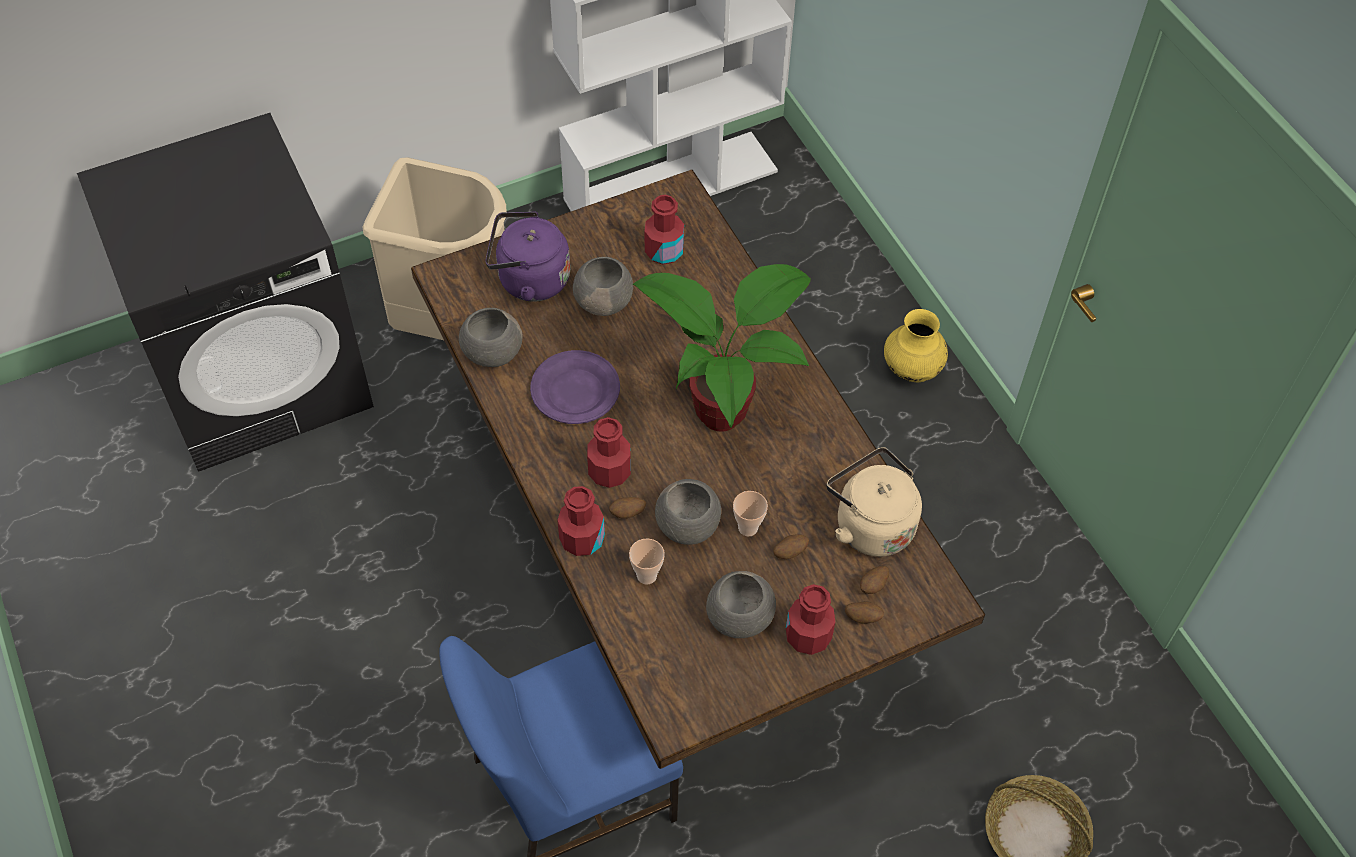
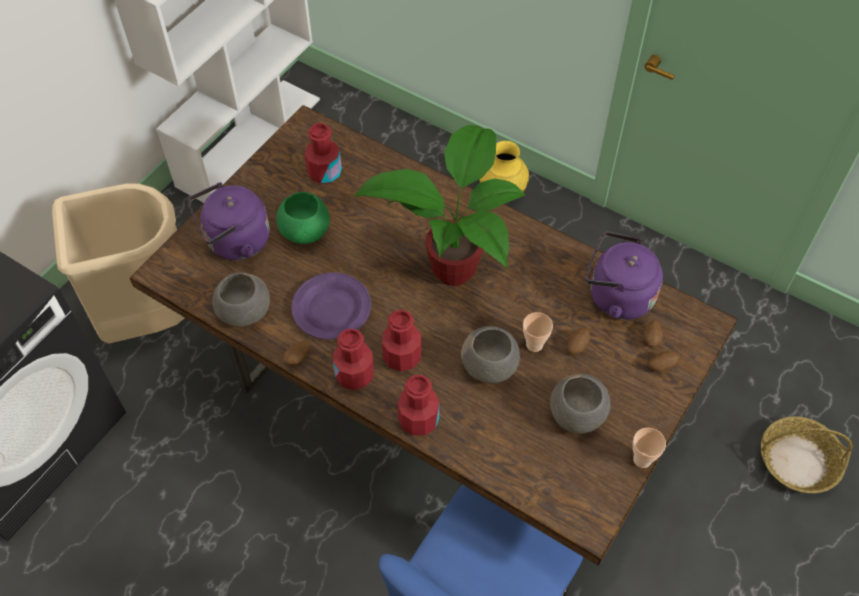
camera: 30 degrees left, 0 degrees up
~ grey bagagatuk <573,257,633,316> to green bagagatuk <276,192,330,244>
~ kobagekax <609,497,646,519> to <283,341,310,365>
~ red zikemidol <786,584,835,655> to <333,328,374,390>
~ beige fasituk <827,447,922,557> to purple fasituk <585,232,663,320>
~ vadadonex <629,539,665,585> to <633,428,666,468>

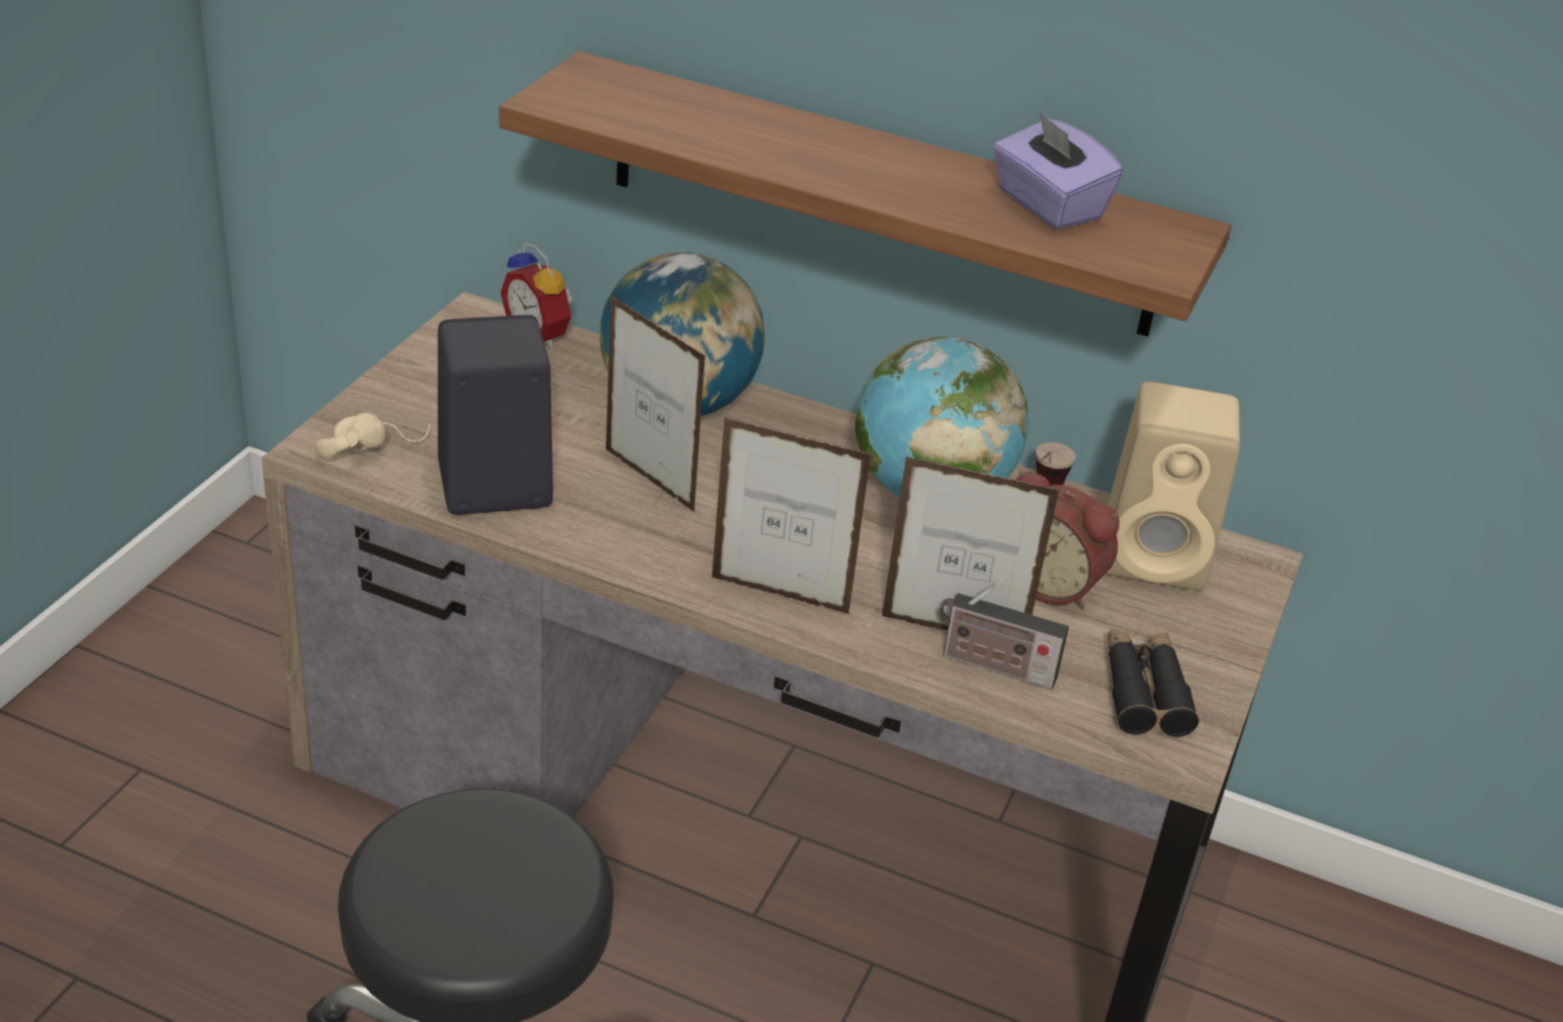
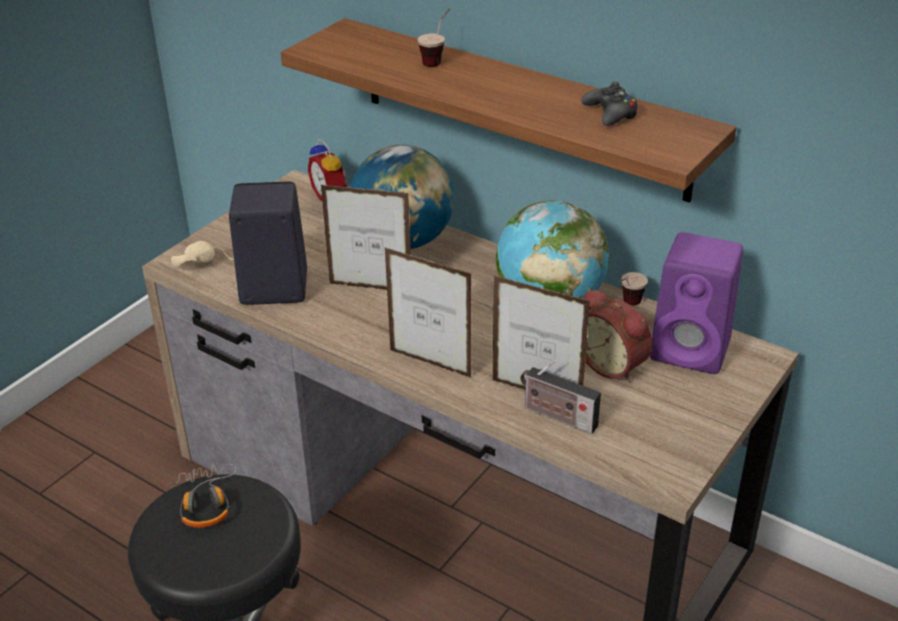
camera: 15 degrees right, 0 degrees up
+ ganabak <168,464,236,528>
~ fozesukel <606,295,705,513> = <321,185,411,290> 135 degrees clockwise
+ vadadonex <418,9,450,67>
~ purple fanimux <993,111,1123,229> to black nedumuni <581,82,638,126>
~ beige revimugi <1106,382,1240,590> to purple revimugi <650,232,743,374>
- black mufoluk <1108,629,1199,737>

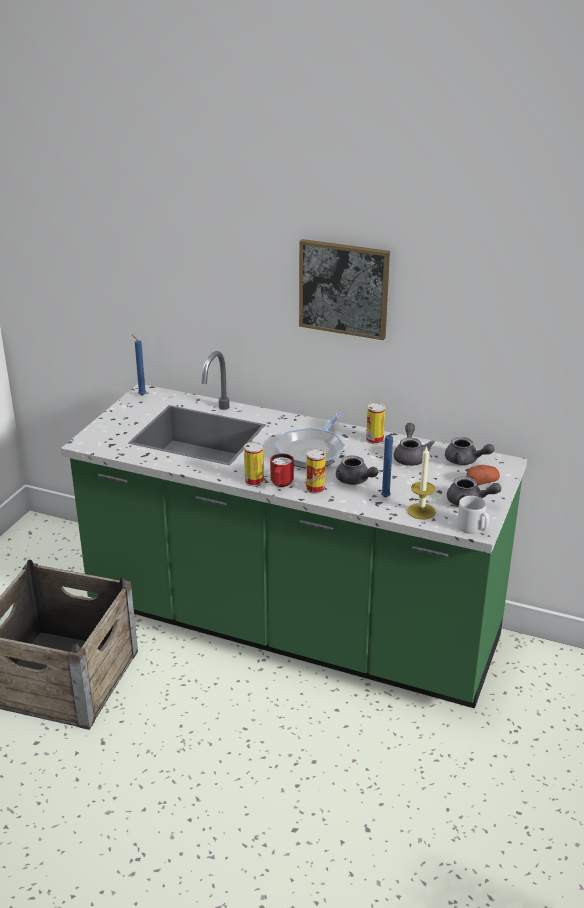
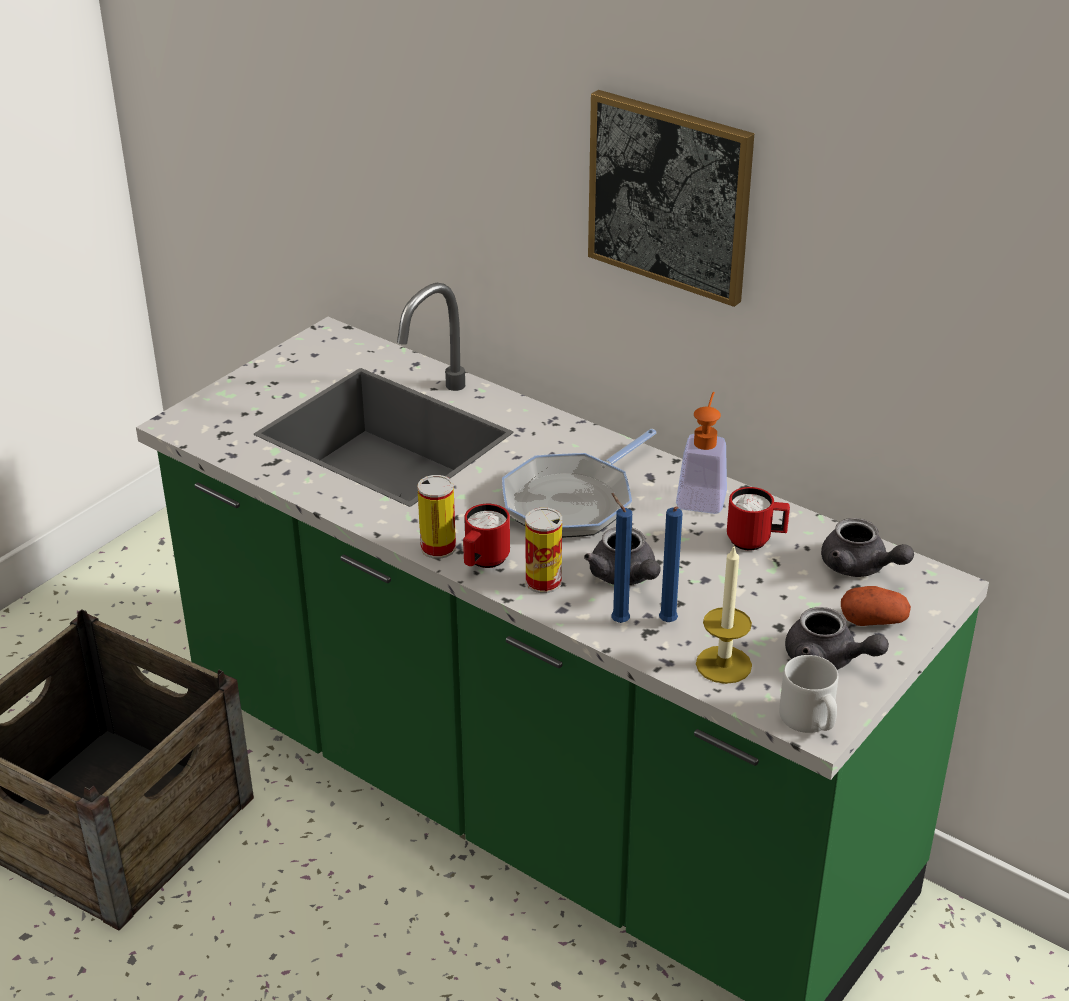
camera: 15 degrees right, 5 degrees up
~ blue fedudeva <131,334,146,396> to <611,493,632,623>
~ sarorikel <366,403,385,445> to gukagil <676,392,727,514>
~ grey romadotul <394,423,434,466> to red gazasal <727,487,790,551>

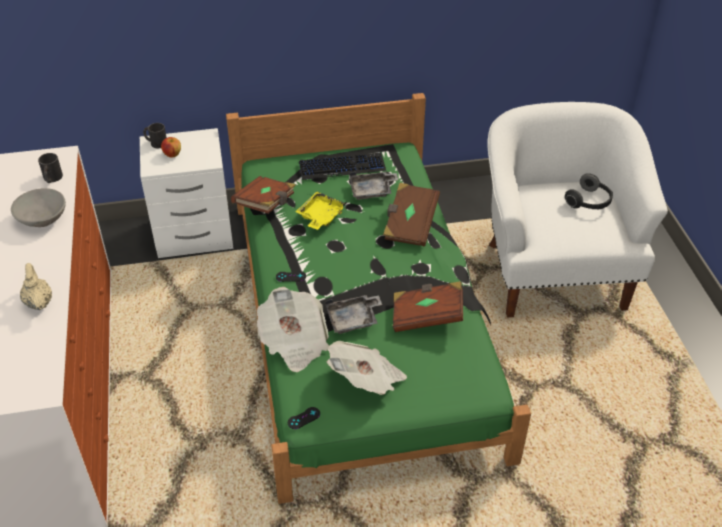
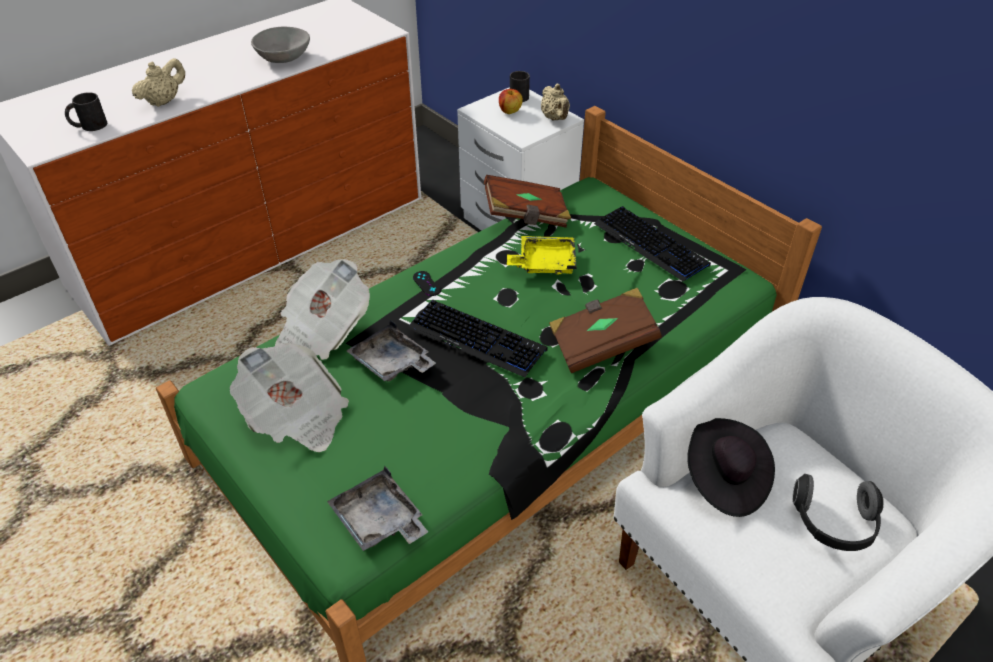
camera: 60 degrees right, 0 degrees up
~ black gazasal <38,153,63,183> to <65,92,107,131>
~ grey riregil <349,172,398,200> to <327,466,428,551>
+ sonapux <408,300,548,378>
+ beige romadotul <541,84,570,120>
+ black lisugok <687,418,775,517>
- black nedumuni <288,407,320,429>
- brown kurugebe <393,281,463,332>

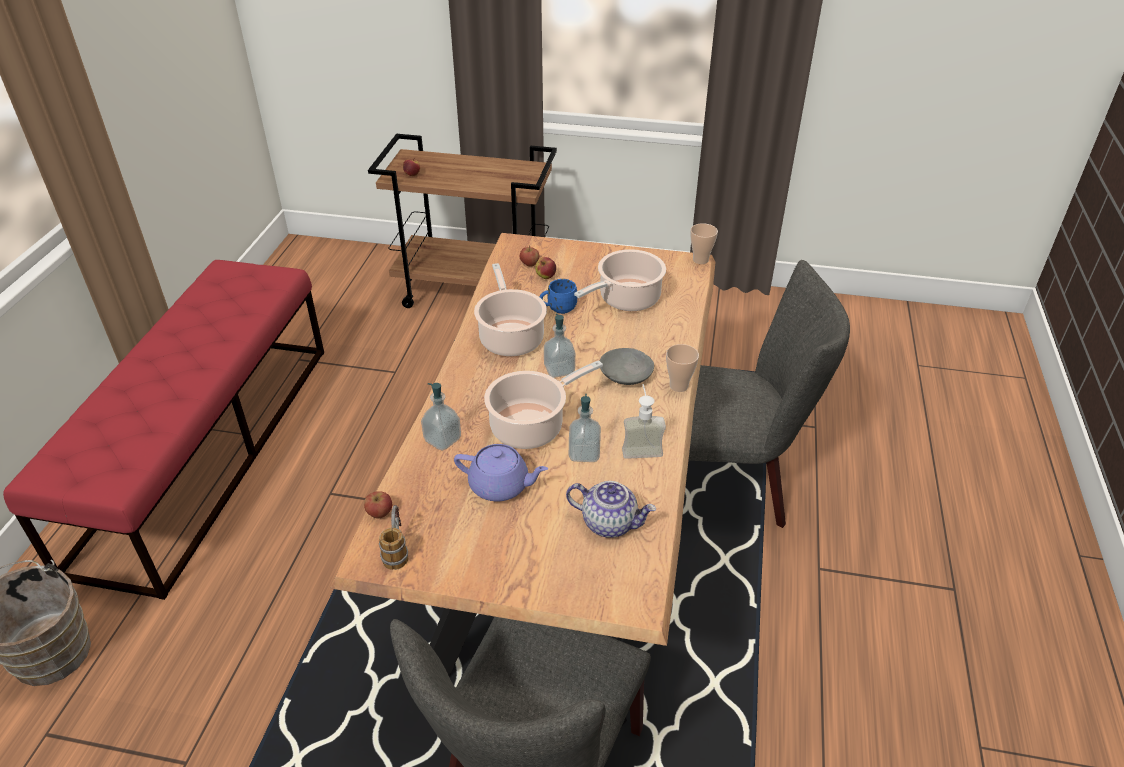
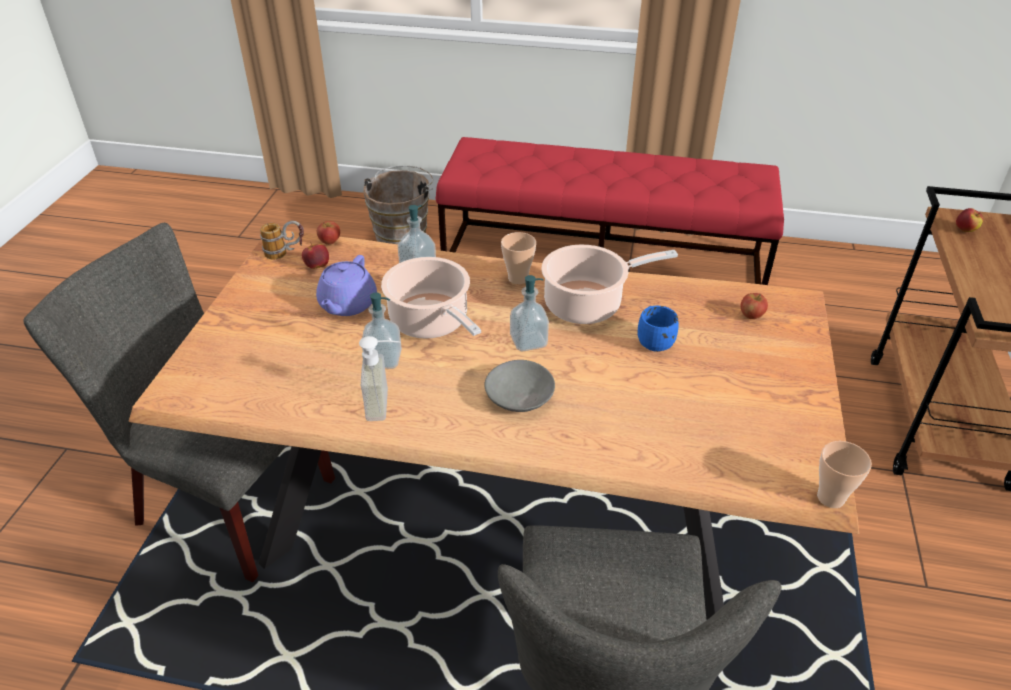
camera: 90 degrees right, 0 degrees up
~ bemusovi <535,257,556,279> to <302,242,329,269>
~ vadadonex <666,344,699,392> to <501,232,536,284>
- romadotul <566,481,656,538>
- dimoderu <574,249,666,311>

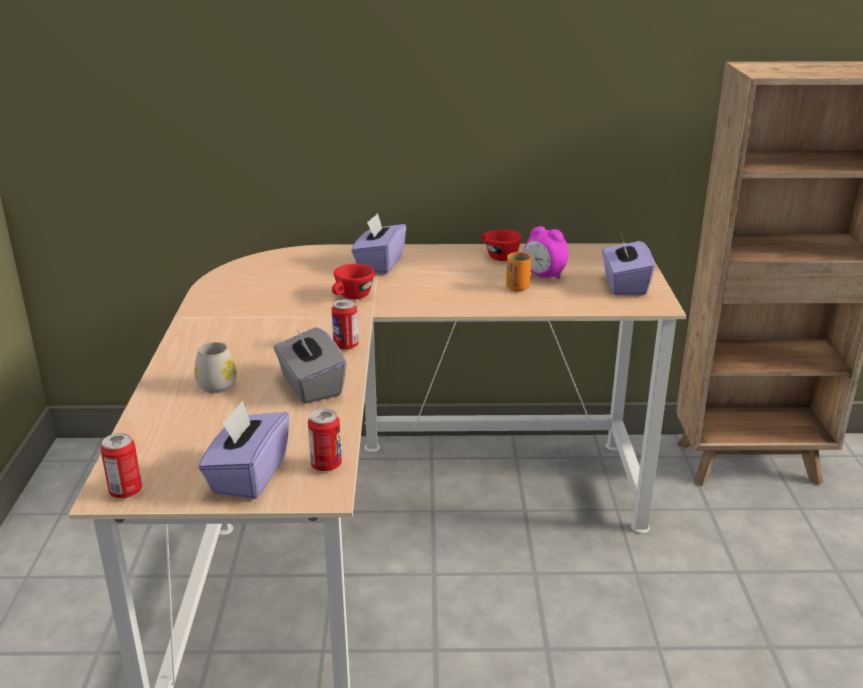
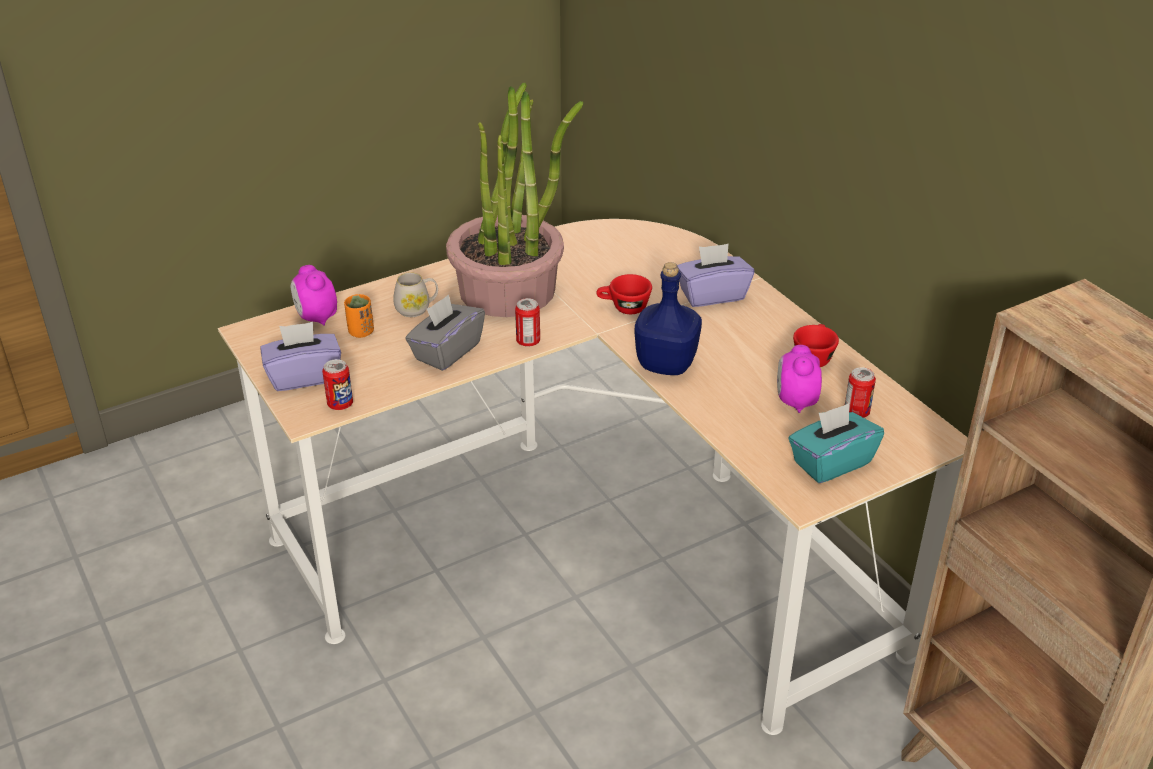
camera: 60 degrees right, 10 degrees up
+ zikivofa <291,265,337,326>
~ orange vadadonex <506,252,531,292> to <344,294,374,338>
+ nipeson <446,83,583,317>
+ blue zikemidol <634,262,702,375>
~ purple fanimux <602,234,654,295> to turquoise fanimux <789,403,884,483>
~ sarorikel <100,433,142,498> to <845,367,876,418>

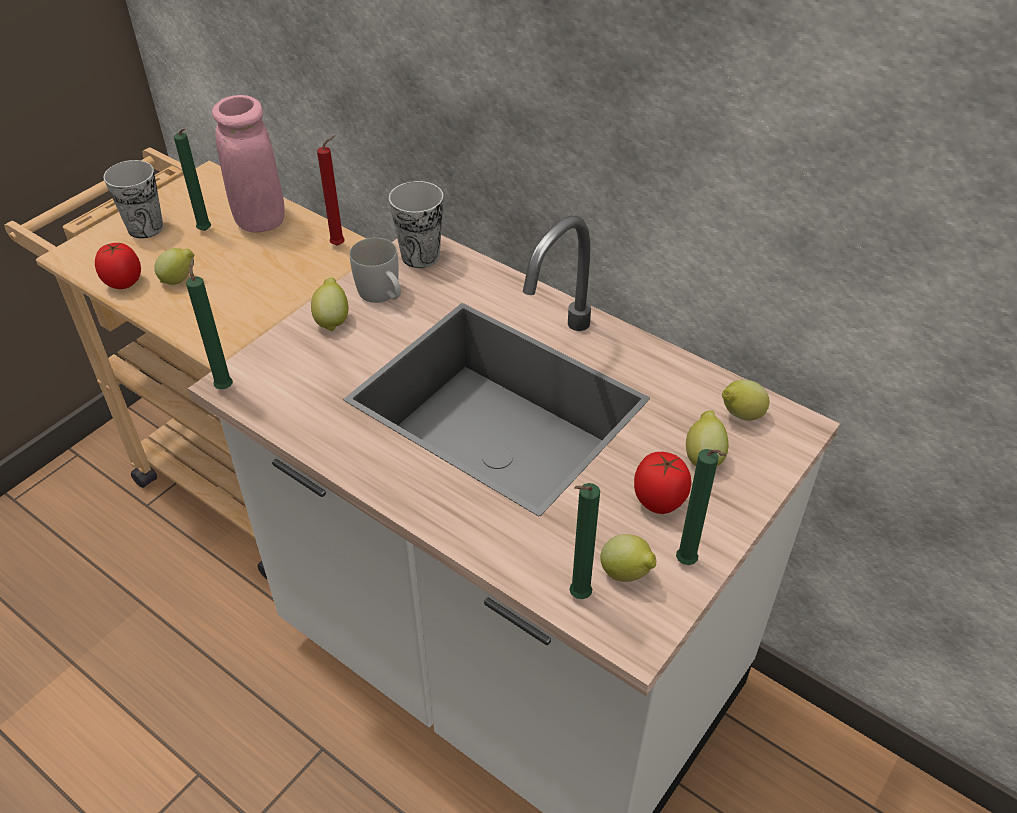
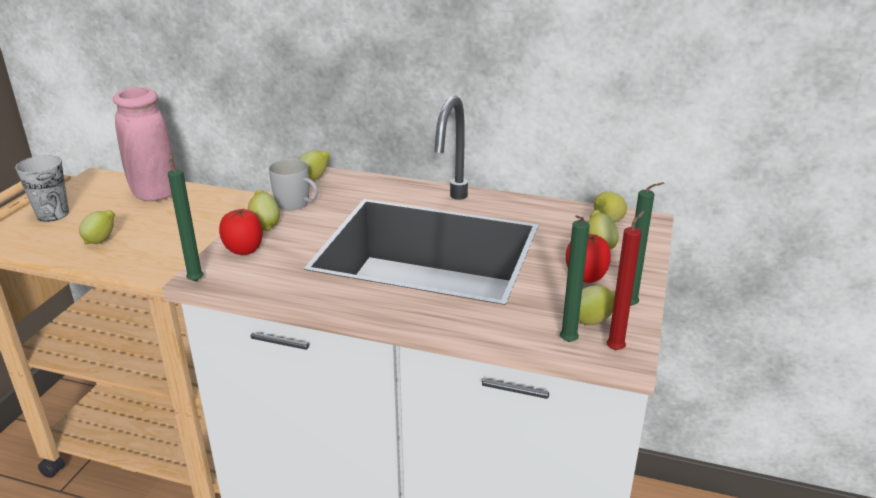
camera: 20 degrees left, 15 degrees down
~ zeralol <95,243,141,289> to <219,208,263,255>
~ vadadonex <389,181,444,268> to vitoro <299,150,330,181>
~ red fedudeva <317,135,345,246> to <607,210,645,350>
- green fedudeva <174,128,211,231>

